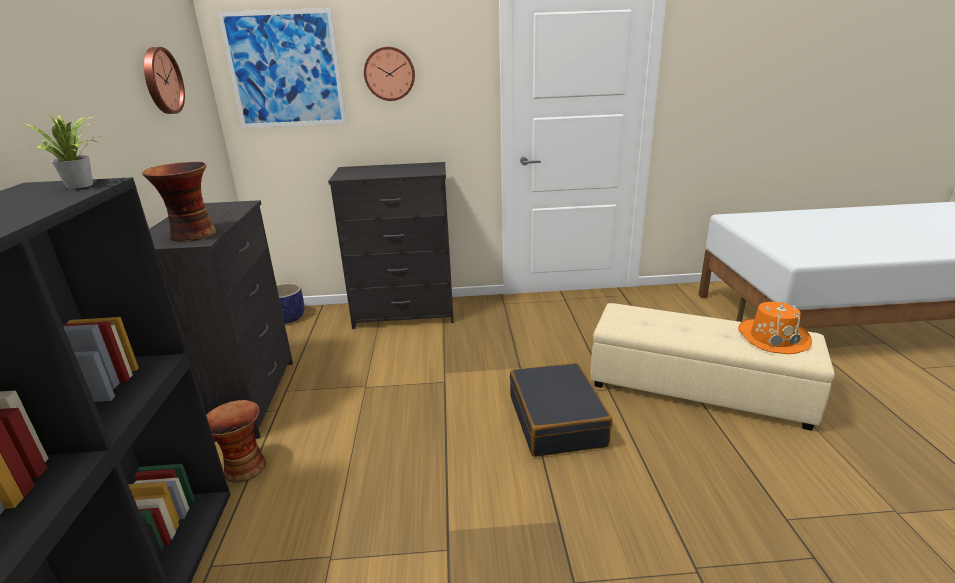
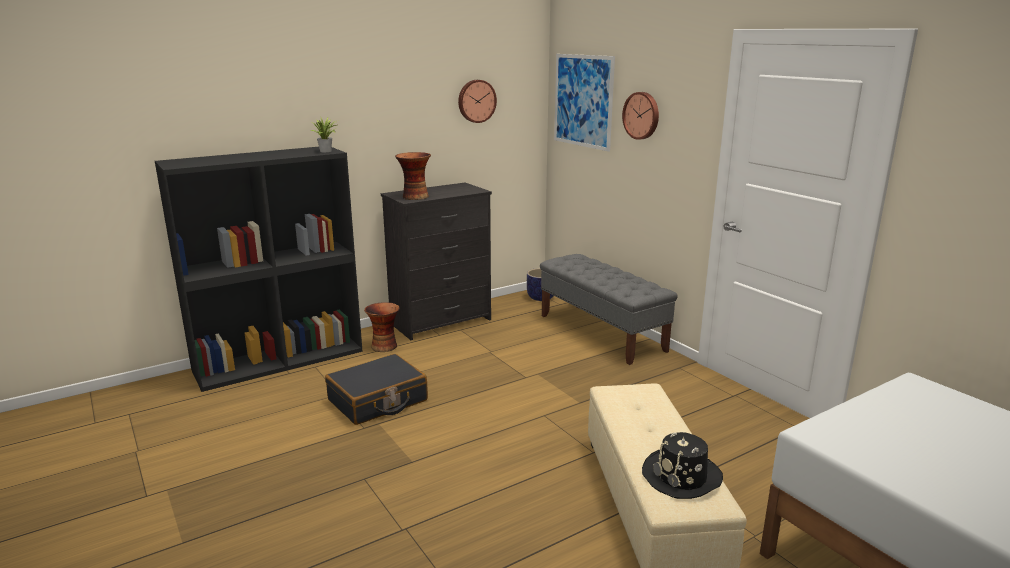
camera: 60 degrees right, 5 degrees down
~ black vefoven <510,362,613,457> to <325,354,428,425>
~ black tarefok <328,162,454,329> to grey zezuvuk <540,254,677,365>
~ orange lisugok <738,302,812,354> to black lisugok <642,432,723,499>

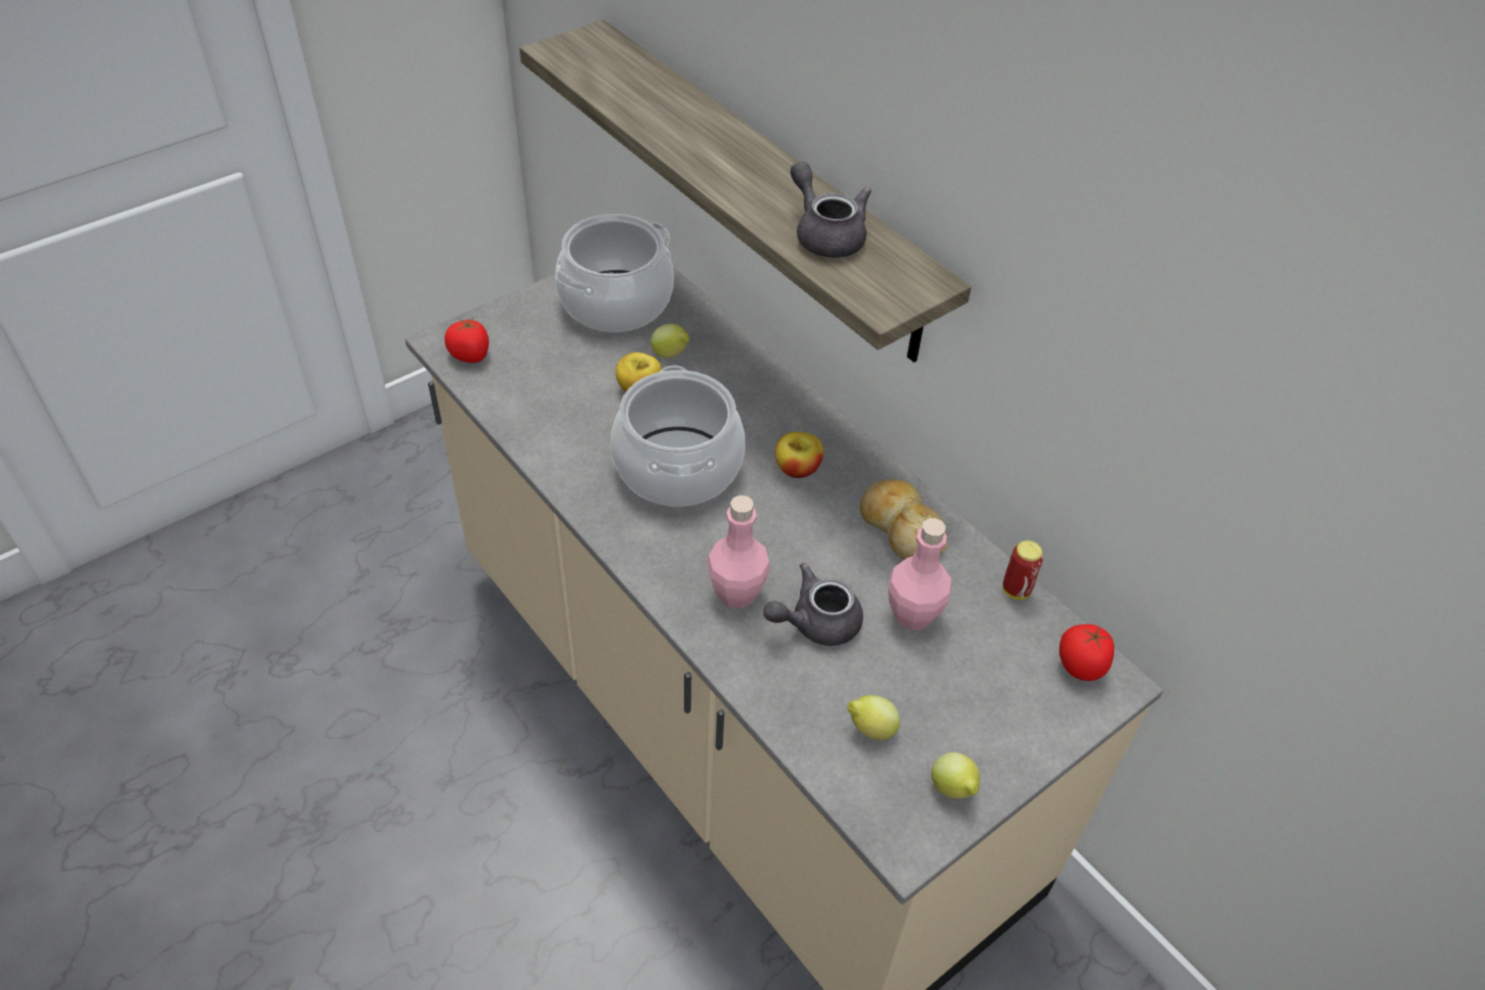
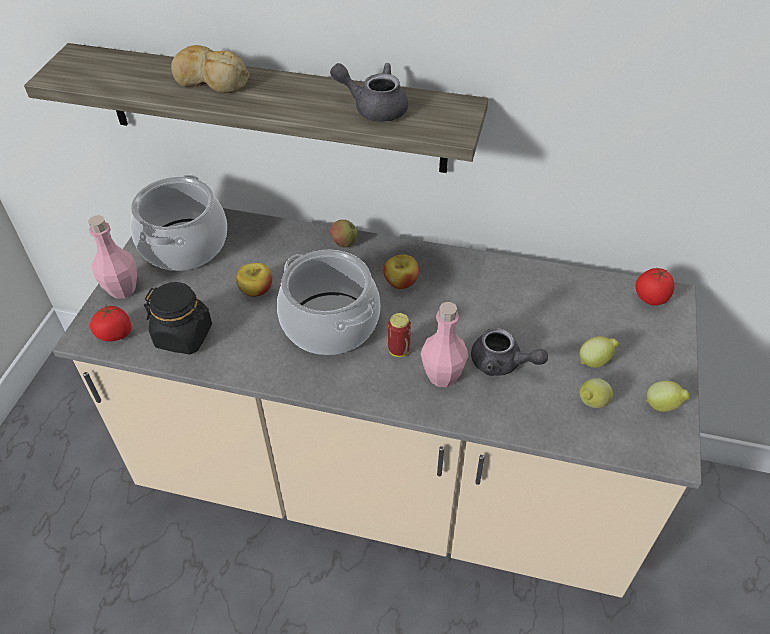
camera: 35 degrees left, 0 degrees up
~ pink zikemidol <888,518,951,630> to <88,215,137,299>
+ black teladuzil <144,282,212,354>
~ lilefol <860,479,947,560> to <171,45,250,93>
+ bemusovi <330,220,357,247>
~ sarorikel <1003,540,1043,600> to <388,313,411,357>
~ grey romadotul <764,563,863,646> = <471,328,548,376> 90 degrees counterclockwise
~ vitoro <651,324,689,358> to <579,336,619,368>

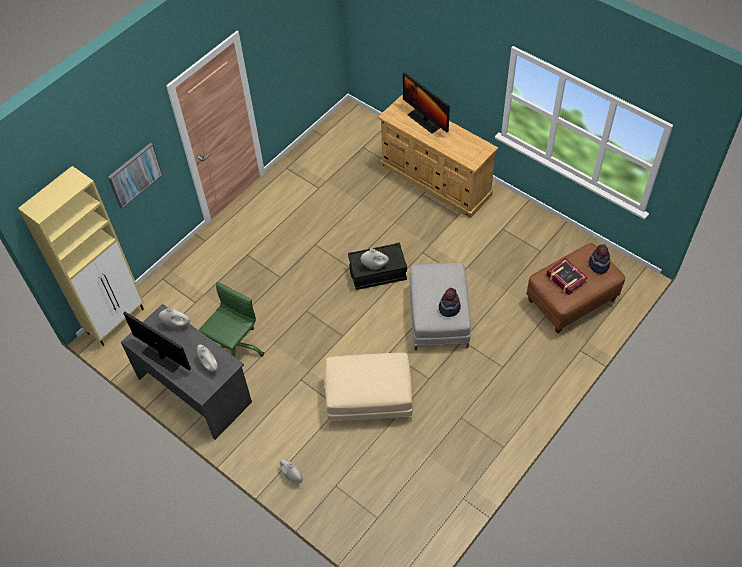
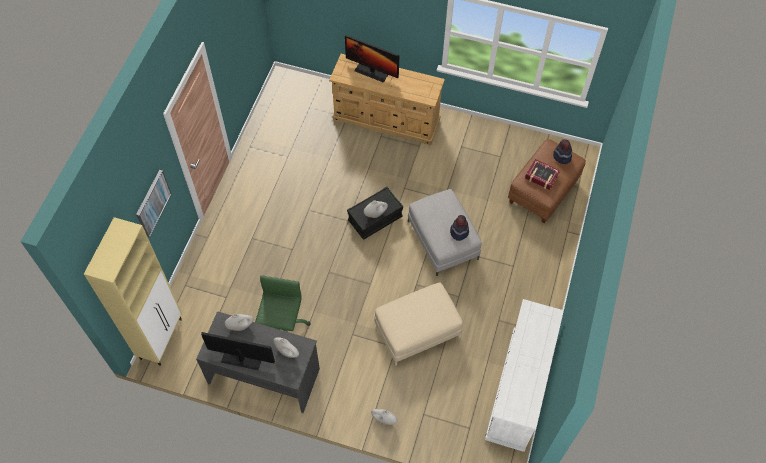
camera: 25 degrees left, 5 degrees up
+ white tarefok <485,299,564,452>

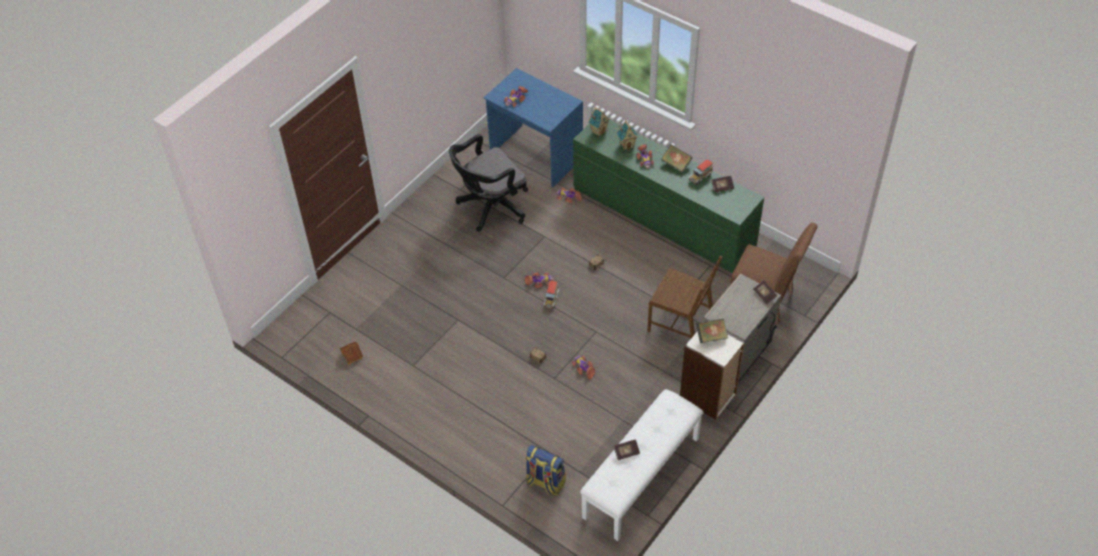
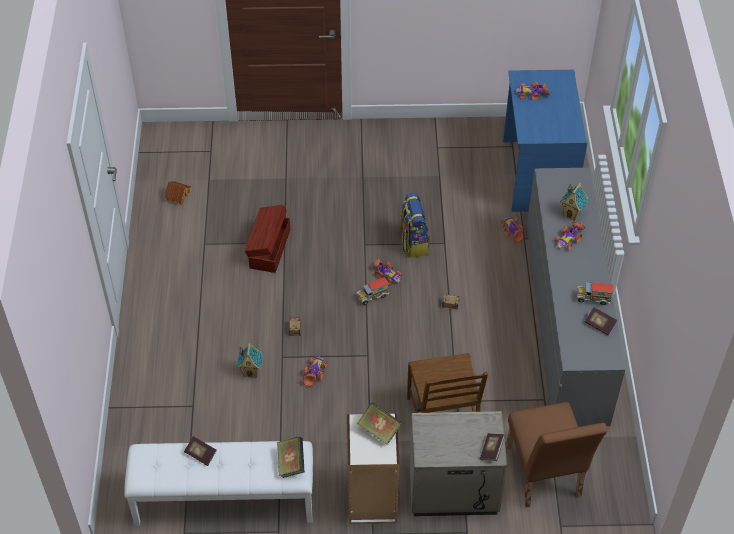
camera: 50 degrees right, 0 degrees up
~ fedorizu <588,107,610,137> to <237,343,262,378>
+ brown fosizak <244,205,290,273>
~ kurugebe <662,144,693,173> to <277,437,305,478>
~ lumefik <525,445,566,495> to <398,192,430,258>
~ green tarefok <573,120,764,273> to grey tarefok <527,168,625,427>
- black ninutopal <449,134,528,232>

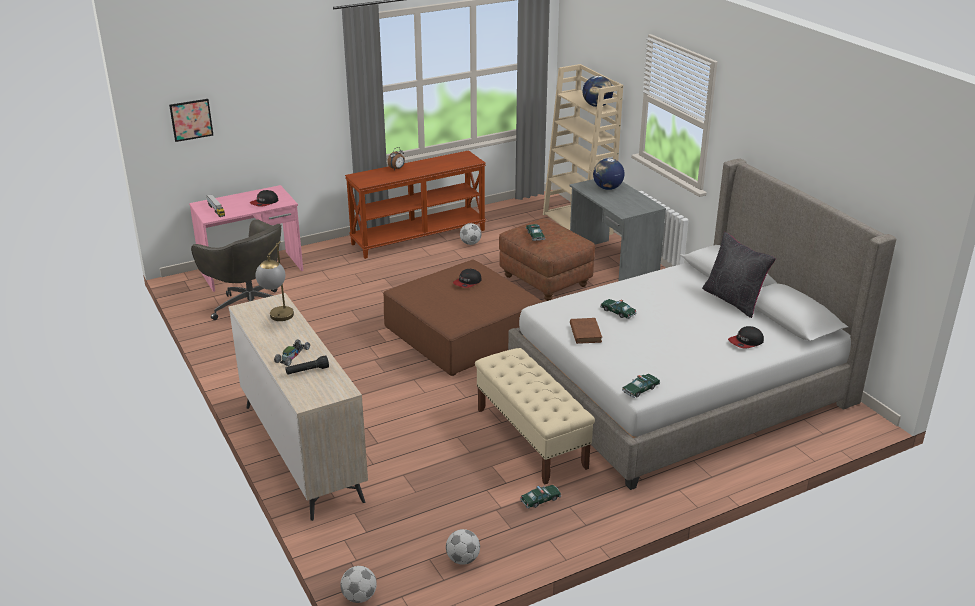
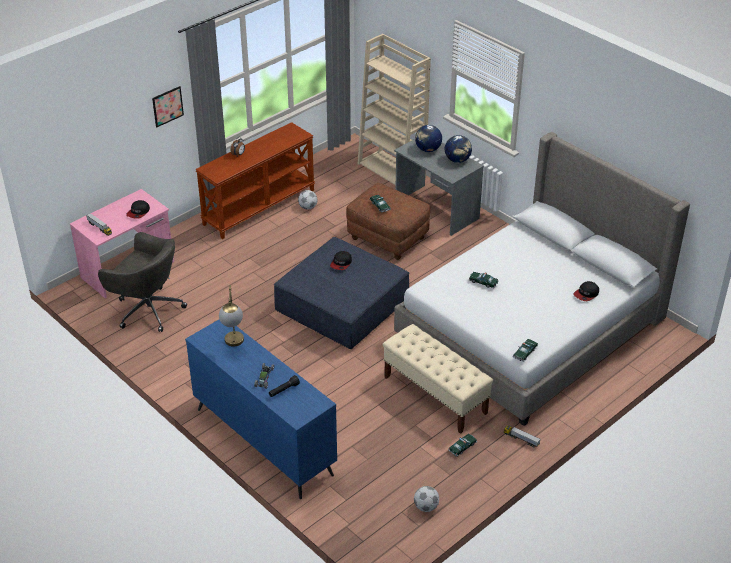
camera: 15 degrees left, 10 degrees up
~ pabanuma <169,99,213,142> to <152,86,184,127>
~ beige tarefok <229,293,368,521> to blue tarefok <185,319,337,499>
~ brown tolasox <383,260,543,376> to blue tolasox <274,237,410,349>
~ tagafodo <583,76,613,107> to <445,135,472,163>
+ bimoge <504,426,540,447>
- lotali <340,566,377,603>
- brown kurugebe <570,318,602,344>
- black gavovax <702,232,776,318>

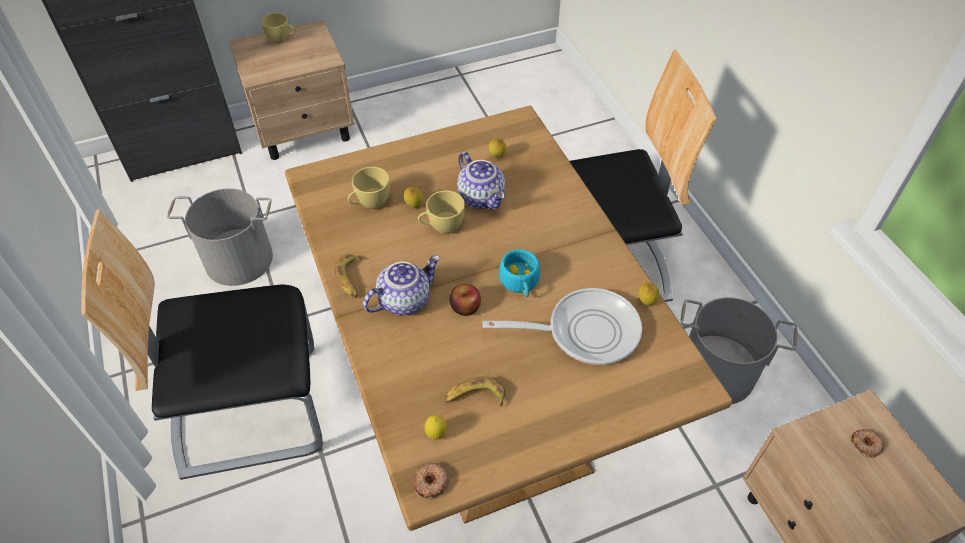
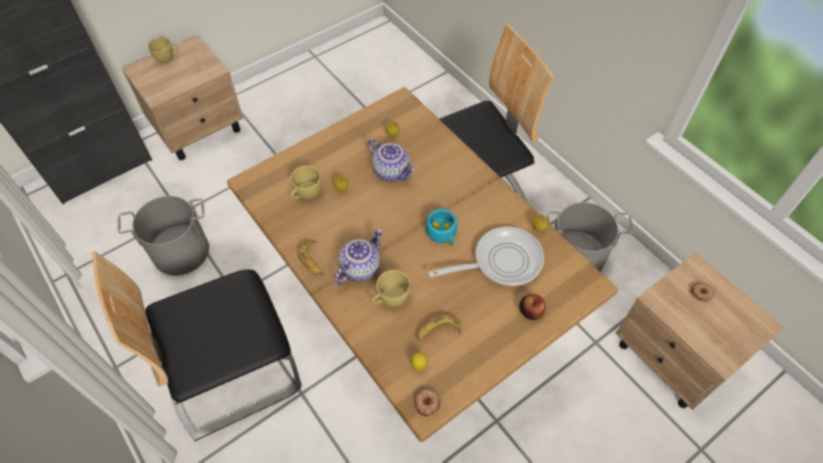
camera: 15 degrees left, 5 degrees up
~ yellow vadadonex <418,191,465,234> to <372,270,410,307>
~ bemusovi <449,284,481,316> to <519,294,546,320>

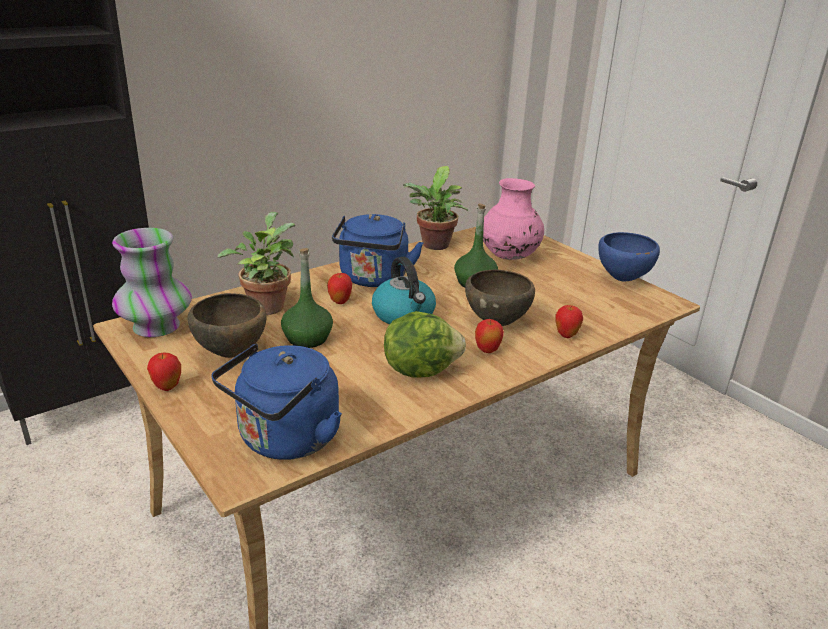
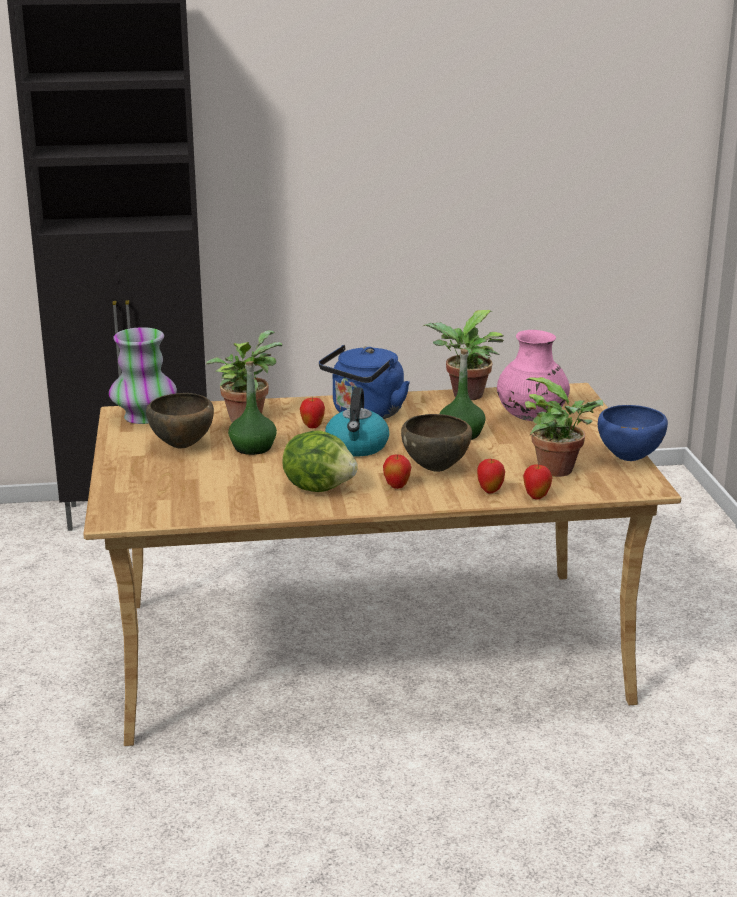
camera: 30 degrees right, 5 degrees down
~ bemusovi <147,353,181,391> to <523,464,552,500>
+ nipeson <525,377,603,477>
- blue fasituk <211,344,342,460>

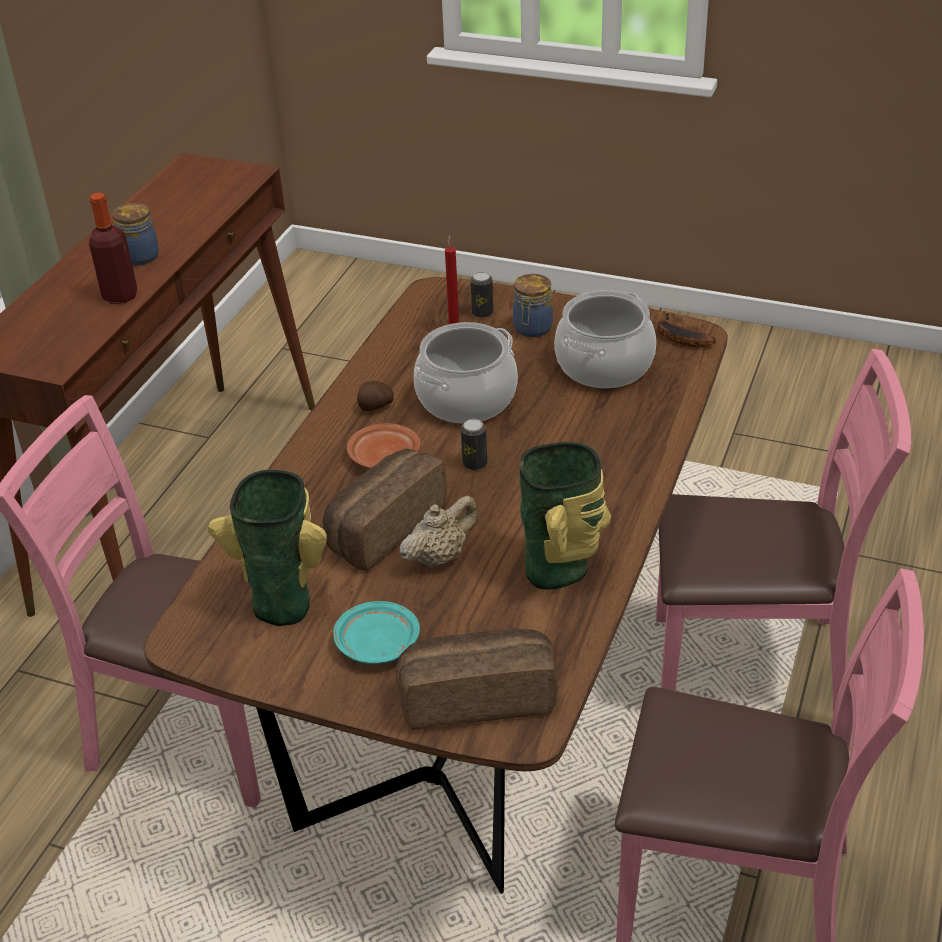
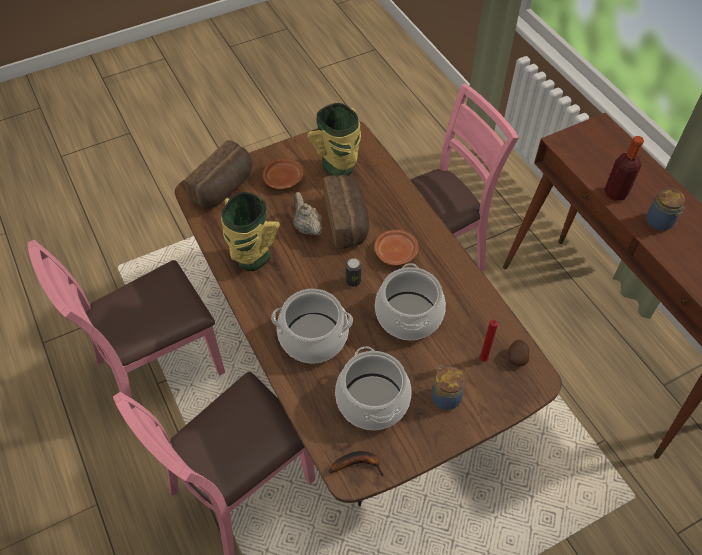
camera: 130 degrees right, 15 degrees up
~ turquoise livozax <333,601,420,664> to brown livozax <263,158,304,189>
+ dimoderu <271,289,353,363>
~ beige romadotul <399,496,479,568> = <293,192,322,235> 150 degrees clockwise
~ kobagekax <357,381,394,411> to <508,340,529,366>
- sarorikel <471,272,493,318>

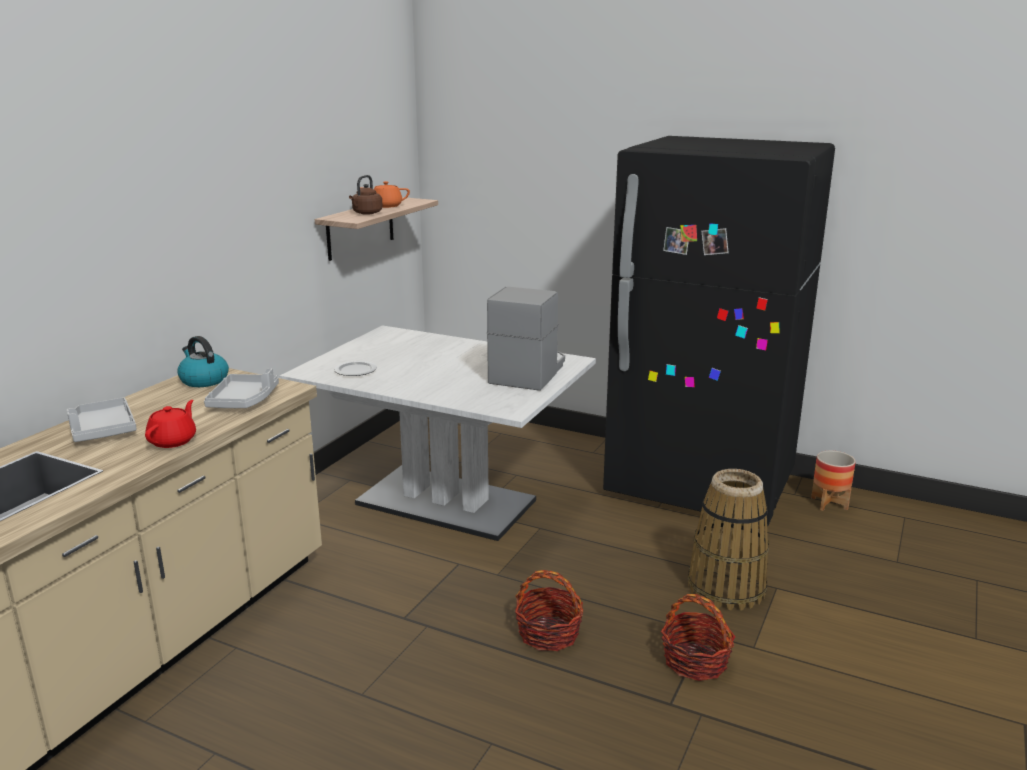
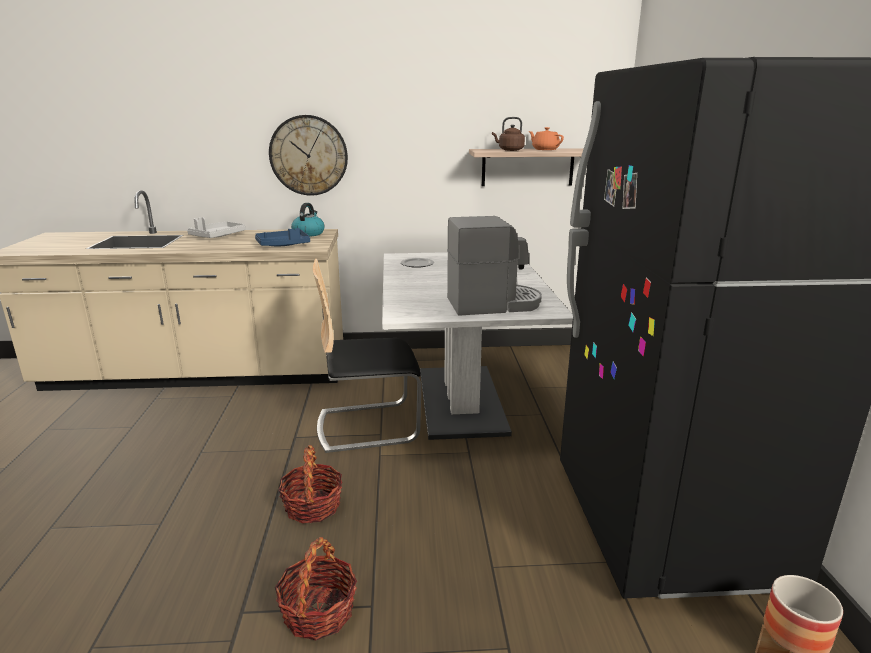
camera: 60 degrees right, 0 degrees up
~ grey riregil <204,368,279,408> to blue riregil <255,228,310,246>
+ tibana <269,115,348,196>
+ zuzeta <313,259,421,453>
- red romadotul <145,400,196,448>
- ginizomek <688,469,769,611>

